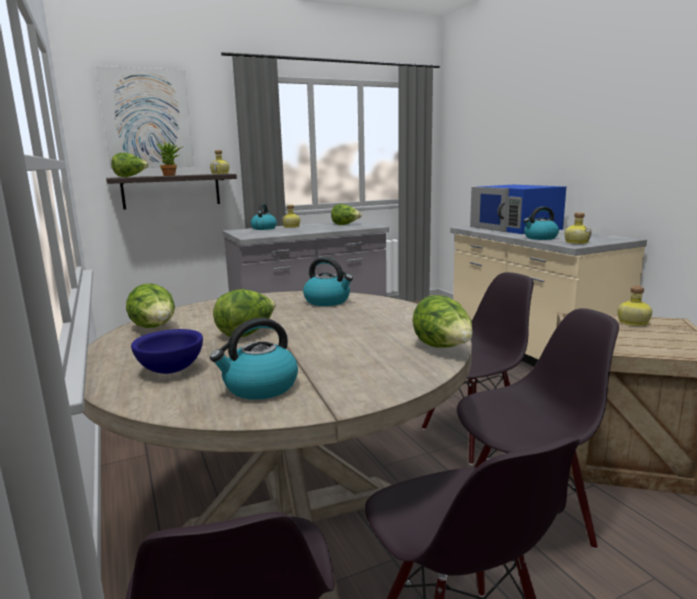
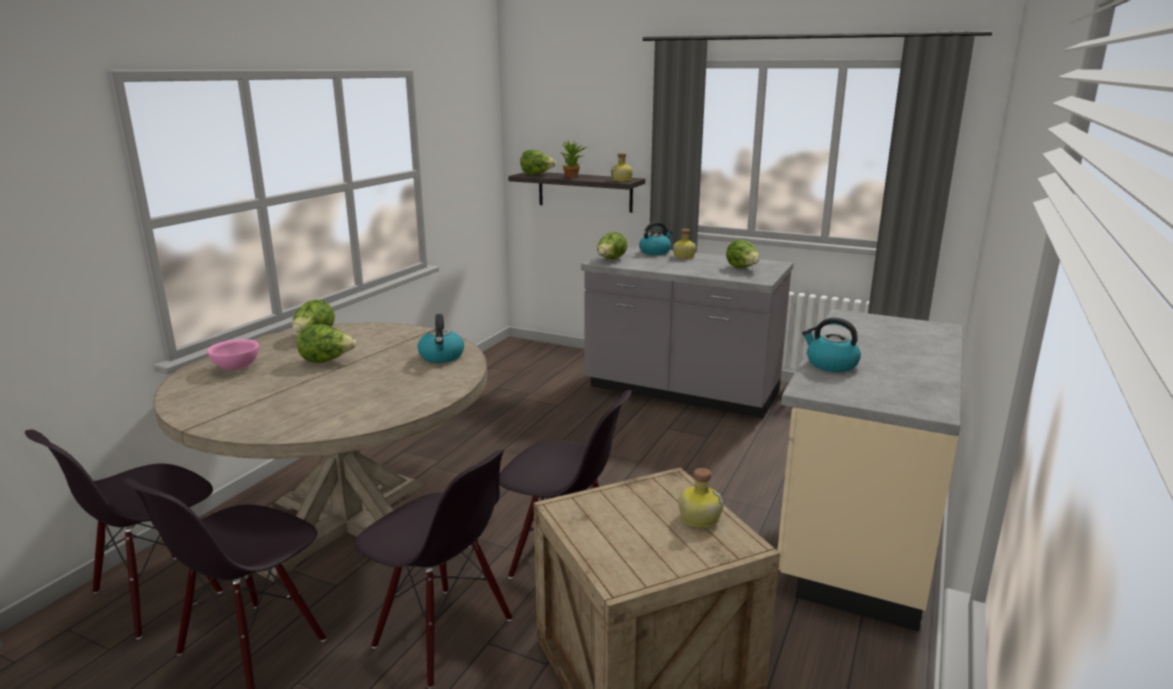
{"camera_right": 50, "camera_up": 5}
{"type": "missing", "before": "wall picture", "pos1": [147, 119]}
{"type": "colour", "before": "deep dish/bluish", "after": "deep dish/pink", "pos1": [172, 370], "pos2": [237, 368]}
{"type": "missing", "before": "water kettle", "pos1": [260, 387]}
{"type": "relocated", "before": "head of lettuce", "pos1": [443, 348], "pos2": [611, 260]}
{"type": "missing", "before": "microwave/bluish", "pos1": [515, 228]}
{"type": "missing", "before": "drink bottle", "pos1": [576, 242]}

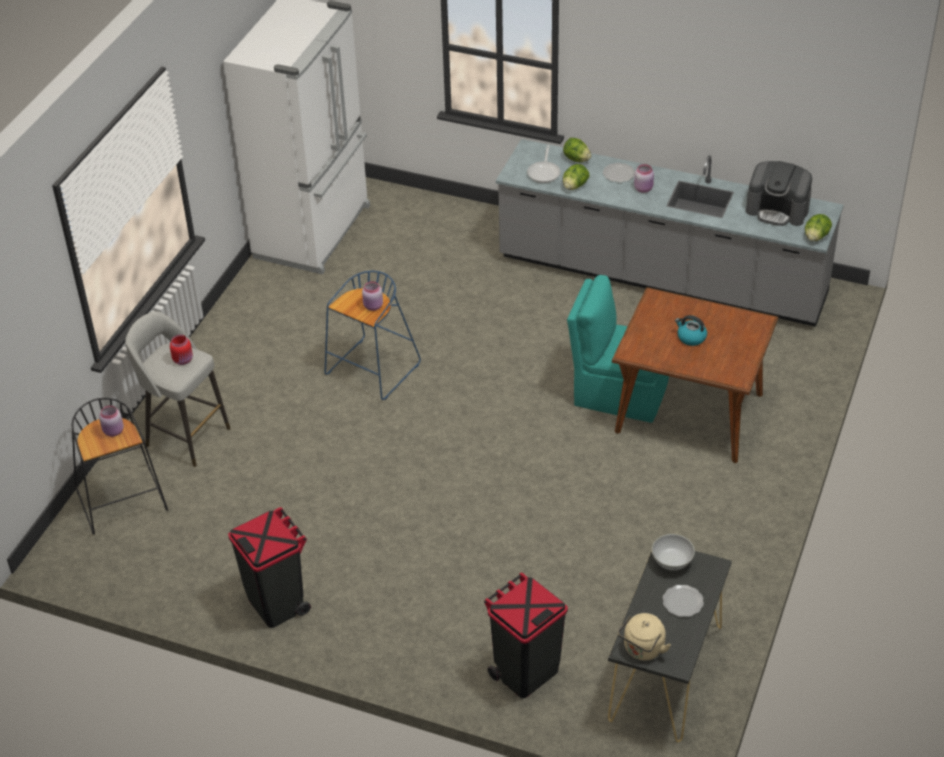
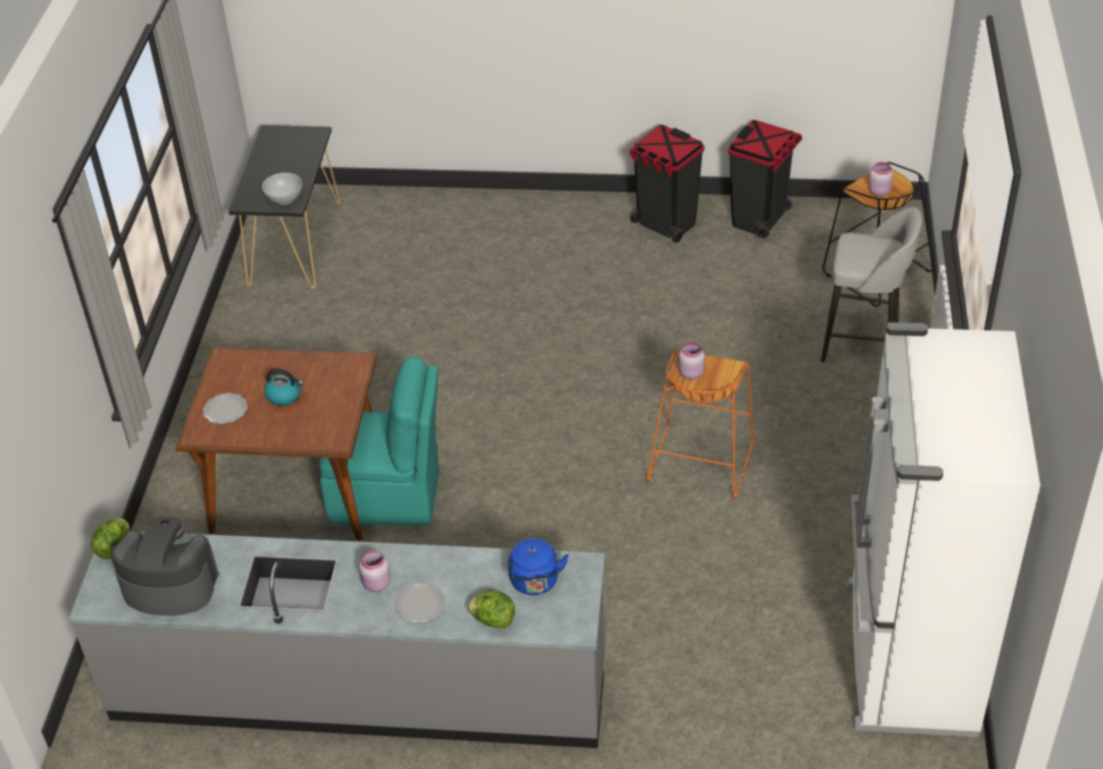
{"camera_right": 165, "camera_up": 0}
{"type": "missing", "before": "jar/reddish", "pos1": [183, 360]}
{"type": "colour", "before": "stool/bluish", "after": "stool/orangey", "pos1": [372, 371], "pos2": [699, 461]}
{"type": "relocated", "before": "waste bin/black", "pos1": [525, 672], "pos2": [759, 219]}
{"type": "exchanged", "before": "frying pan", "after": "water kettle/bluish", "pos1": [544, 172], "pos2": [535, 583]}
{"type": "missing", "before": "head of lettuce", "pos1": [574, 186]}
{"type": "missing", "before": "water kettle/beige", "pos1": [642, 650]}
{"type": "relocated", "before": "plate", "pos1": [683, 602], "pos2": [225, 410]}

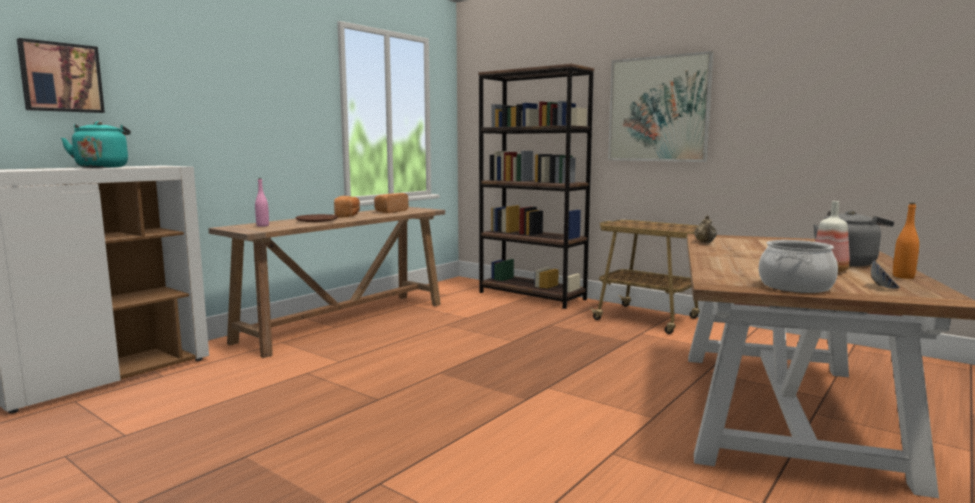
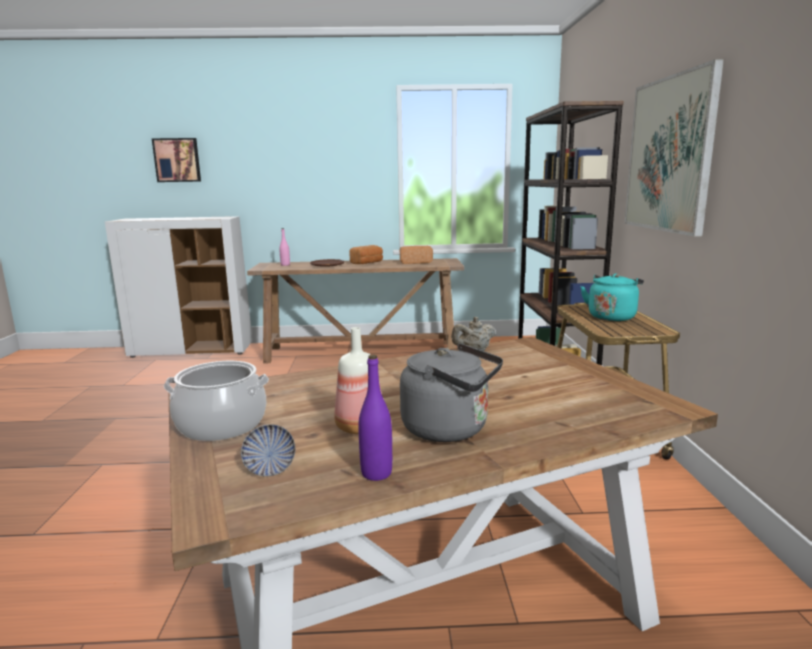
{"camera_right": 50, "camera_up": 5}
{"type": "relocated", "before": "water kettle/turquoise", "pos1": [102, 167], "pos2": [611, 317]}
{"type": "colour", "before": "drink bottle/orangey", "after": "drink bottle/purple-coloured", "pos1": [903, 277], "pos2": [376, 473]}

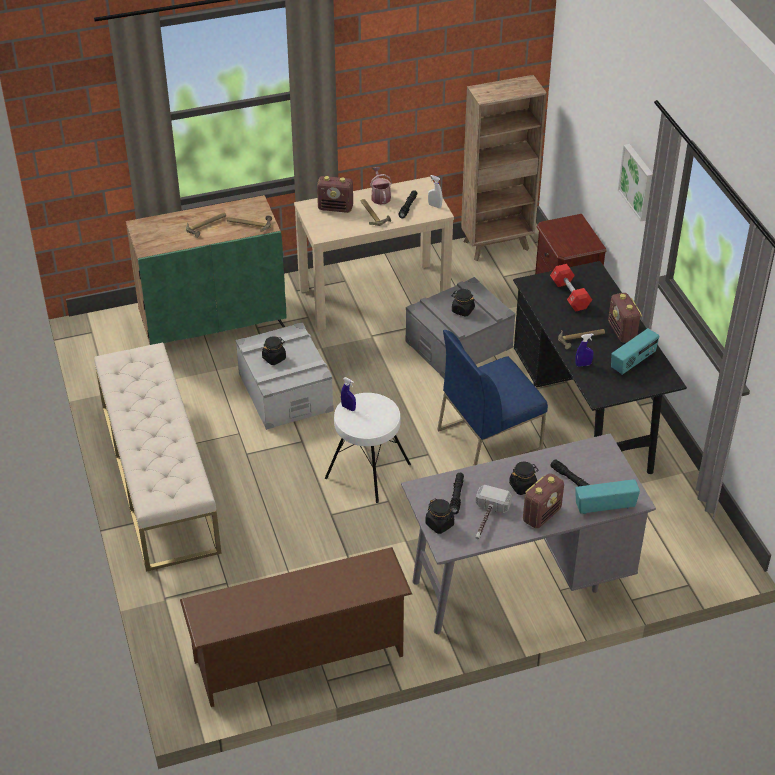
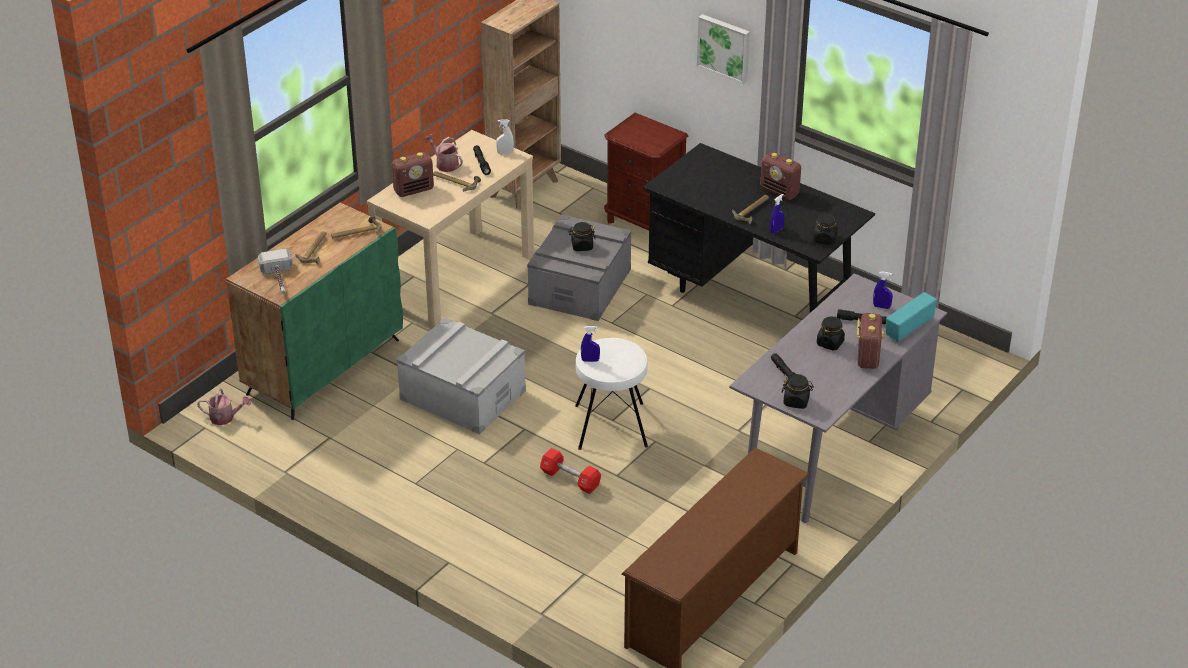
{"camera_right": -35, "camera_up": -5}
{"type": "missing", "before": "indoor bench/beige", "pos1": [159, 477]}
{"type": "relocated", "before": "jar/black", "pos1": [274, 358], "pos2": [825, 239]}
{"type": "missing", "before": "chair/bluish", "pos1": [489, 439]}
{"type": "relocated", "before": "tool hammer", "pos1": [486, 520], "pos2": [279, 280]}
{"type": "relocated", "before": "free weight/reddish", "pos1": [570, 295], "pos2": [570, 479]}
{"type": "missing", "before": "radio set", "pos1": [633, 362]}
{"type": "appeared", "after": "sprinkling can", "pos2": [225, 418]}
{"type": "appeared", "after": "hand sprayer/bluish", "pos2": [881, 307]}

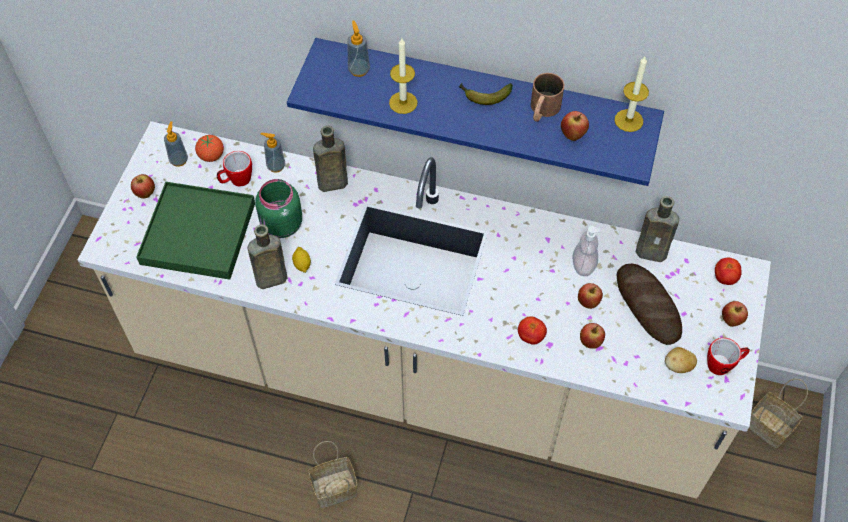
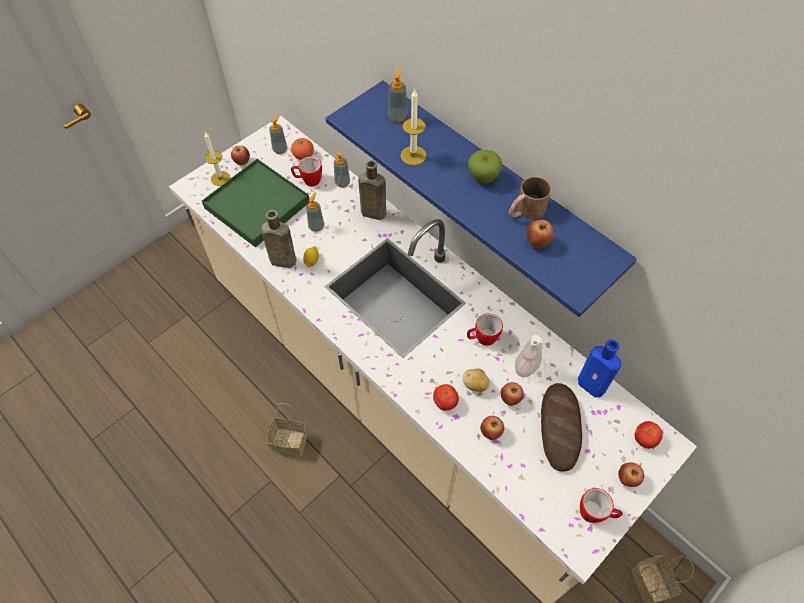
{"camera_right": 30, "camera_up": 0}
{"type": "exchanged", "before": "jar/green", "after": "soap dispenser", "pos1": [281, 226], "pos2": [316, 226]}
{"type": "exchanged", "before": "banana fruit", "after": "apple fruit", "pos1": [484, 96], "pos2": [483, 178]}
{"type": "relocated", "before": "wax candle", "pos1": [628, 120], "pos2": [220, 178]}
{"type": "colour", "before": "drink bottle/brown-coloured", "after": "drink bottle/bluish", "pos1": [653, 253], "pos2": [593, 386]}
{"type": "relocated", "before": "potato", "pos1": [678, 366], "pos2": [475, 385]}
{"type": "appeared", "after": "tea mug", "pos2": [482, 338]}

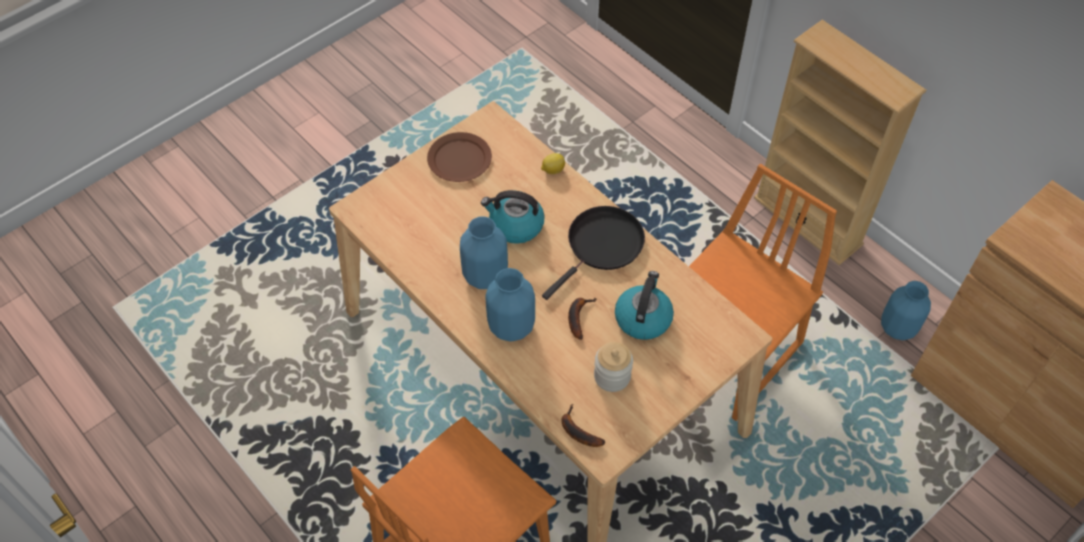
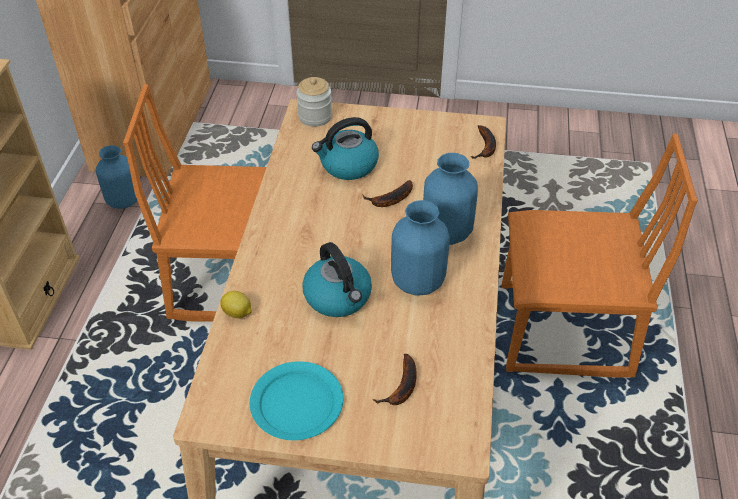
{"camera_right": -130, "camera_up": -10}
{"type": "colour", "before": "plate/brown-coloured", "after": "plate/turquoise", "pos1": [460, 159], "pos2": [296, 403]}
{"type": "missing", "before": "frying pan/black", "pos1": [602, 246]}
{"type": "relocated", "before": "jar", "pos1": [612, 376], "pos2": [315, 117]}
{"type": "appeared", "after": "banana fruit", "pos2": [401, 388]}

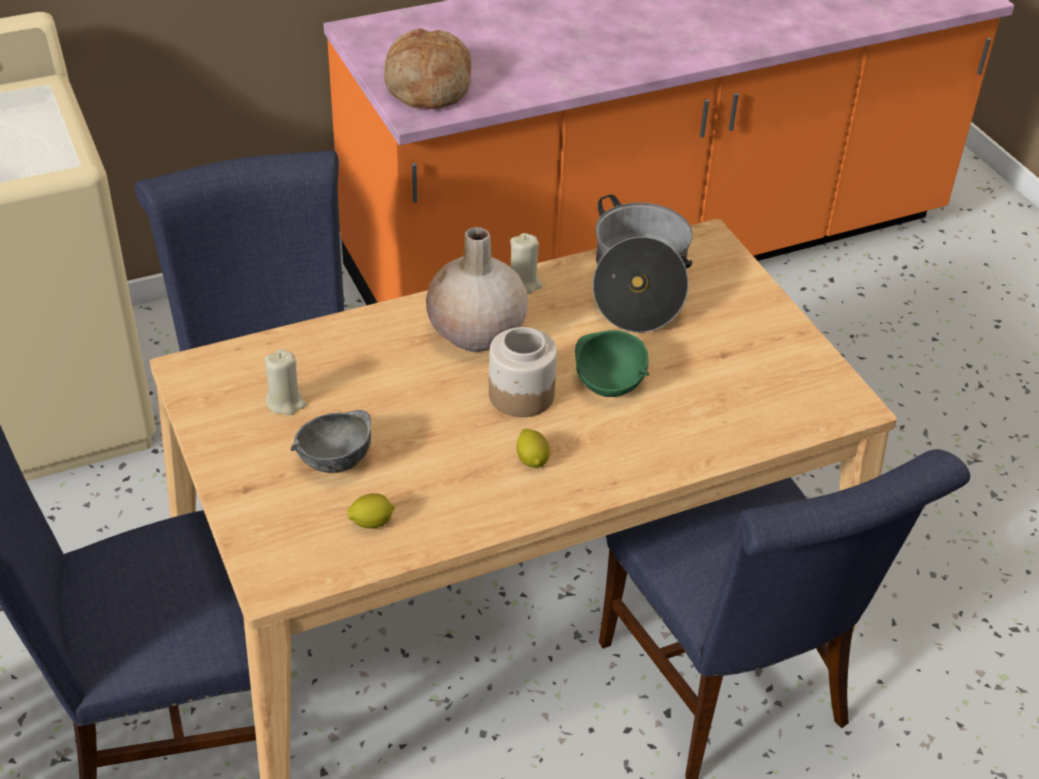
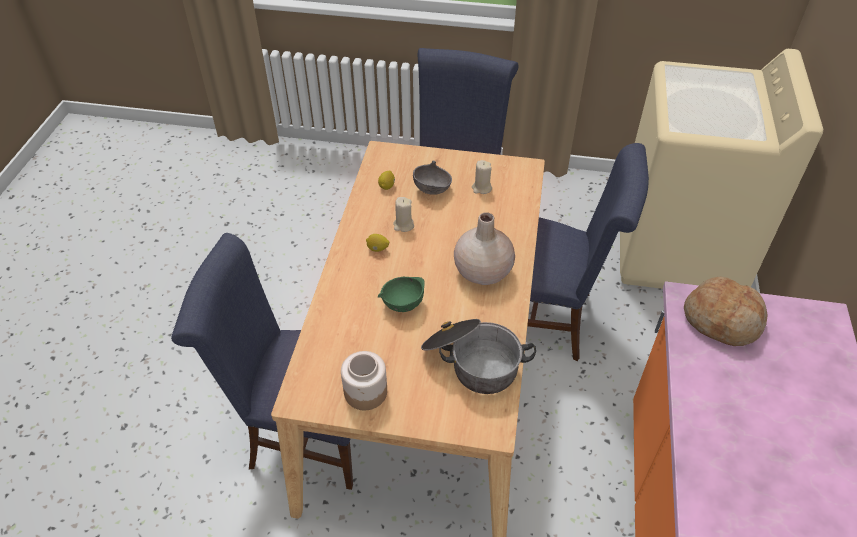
{"camera_right": 125, "camera_up": 5}
{"type": "relocated", "before": "jar", "pos1": [520, 395], "pos2": [366, 391]}
{"type": "relocated", "before": "wax candle/beige", "pos1": [524, 283], "pos2": [403, 225]}

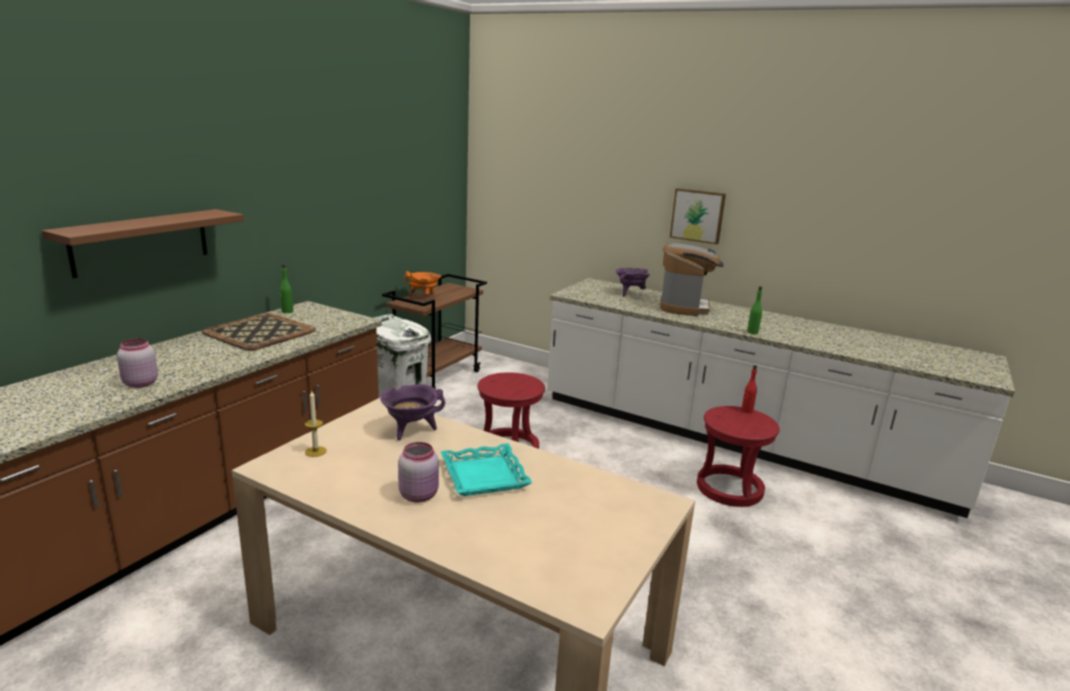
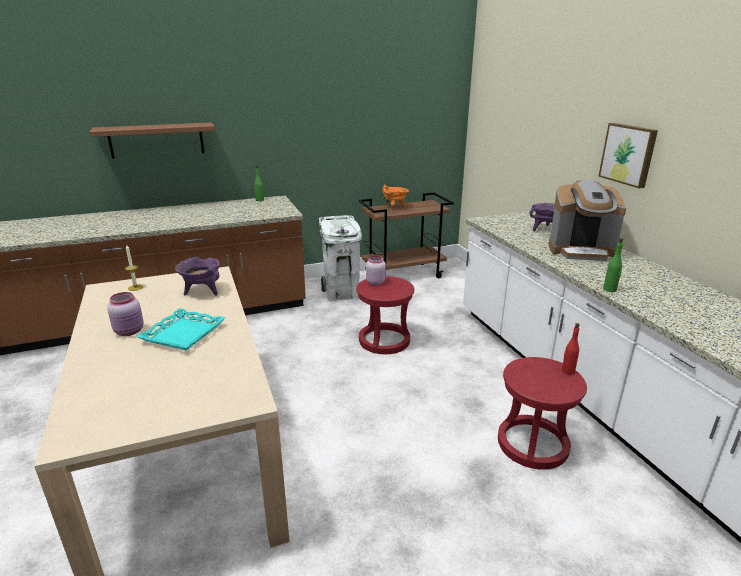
{"camera_right": 40, "camera_up": 5}
{"type": "relocated", "before": "jar/pink", "pos1": [139, 383], "pos2": [375, 282]}
{"type": "missing", "before": "carrying tray", "pos1": [258, 332]}
{"type": "spun", "before": "coffee maker", "pos1": [684, 307], "pos2": [580, 251], "turn": 45}

